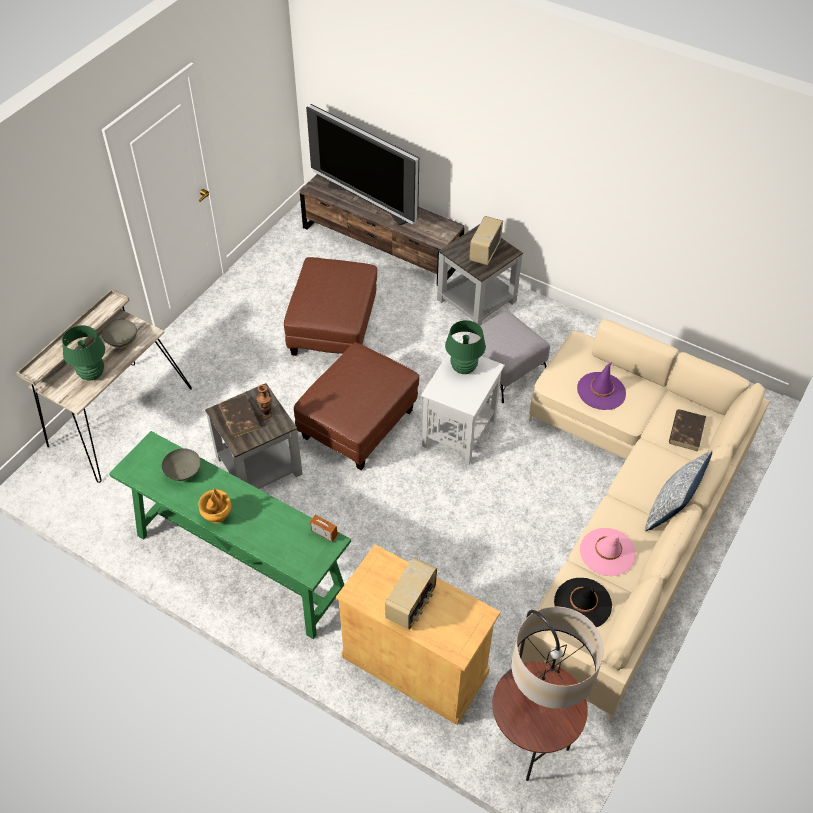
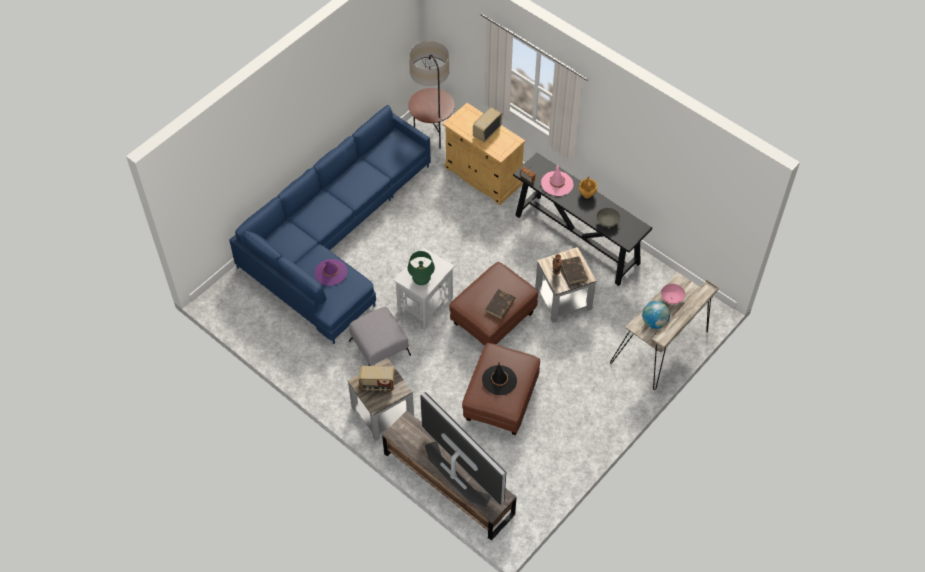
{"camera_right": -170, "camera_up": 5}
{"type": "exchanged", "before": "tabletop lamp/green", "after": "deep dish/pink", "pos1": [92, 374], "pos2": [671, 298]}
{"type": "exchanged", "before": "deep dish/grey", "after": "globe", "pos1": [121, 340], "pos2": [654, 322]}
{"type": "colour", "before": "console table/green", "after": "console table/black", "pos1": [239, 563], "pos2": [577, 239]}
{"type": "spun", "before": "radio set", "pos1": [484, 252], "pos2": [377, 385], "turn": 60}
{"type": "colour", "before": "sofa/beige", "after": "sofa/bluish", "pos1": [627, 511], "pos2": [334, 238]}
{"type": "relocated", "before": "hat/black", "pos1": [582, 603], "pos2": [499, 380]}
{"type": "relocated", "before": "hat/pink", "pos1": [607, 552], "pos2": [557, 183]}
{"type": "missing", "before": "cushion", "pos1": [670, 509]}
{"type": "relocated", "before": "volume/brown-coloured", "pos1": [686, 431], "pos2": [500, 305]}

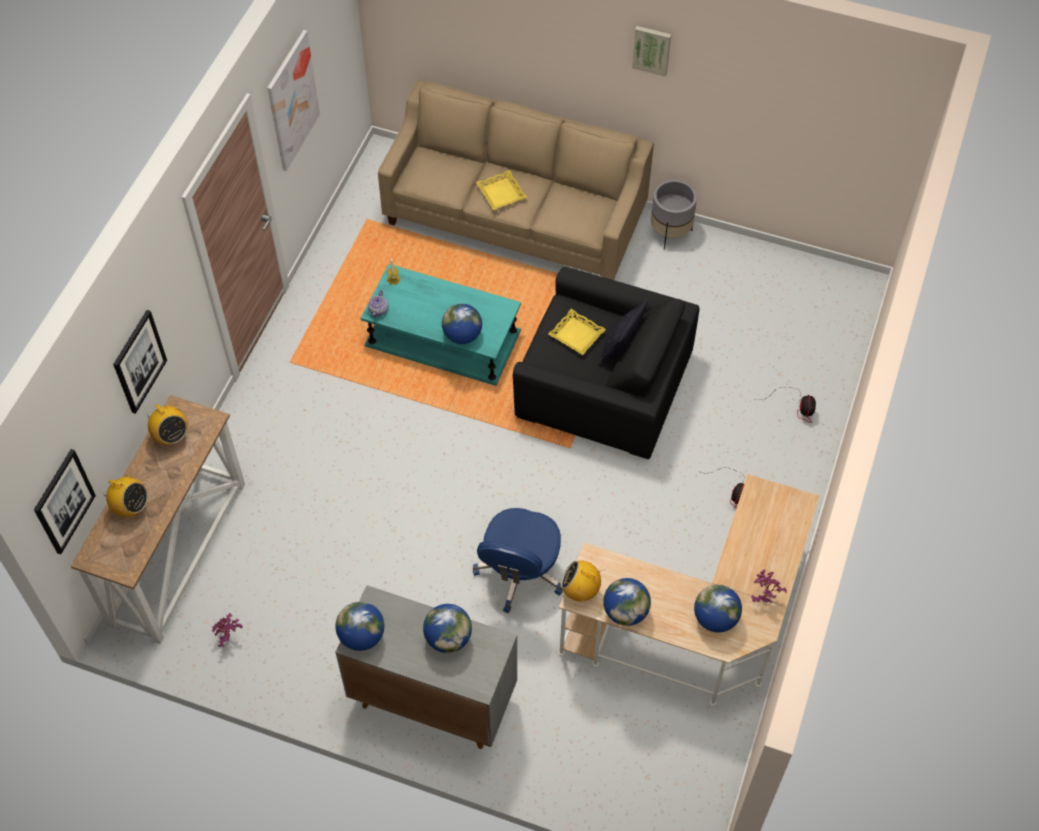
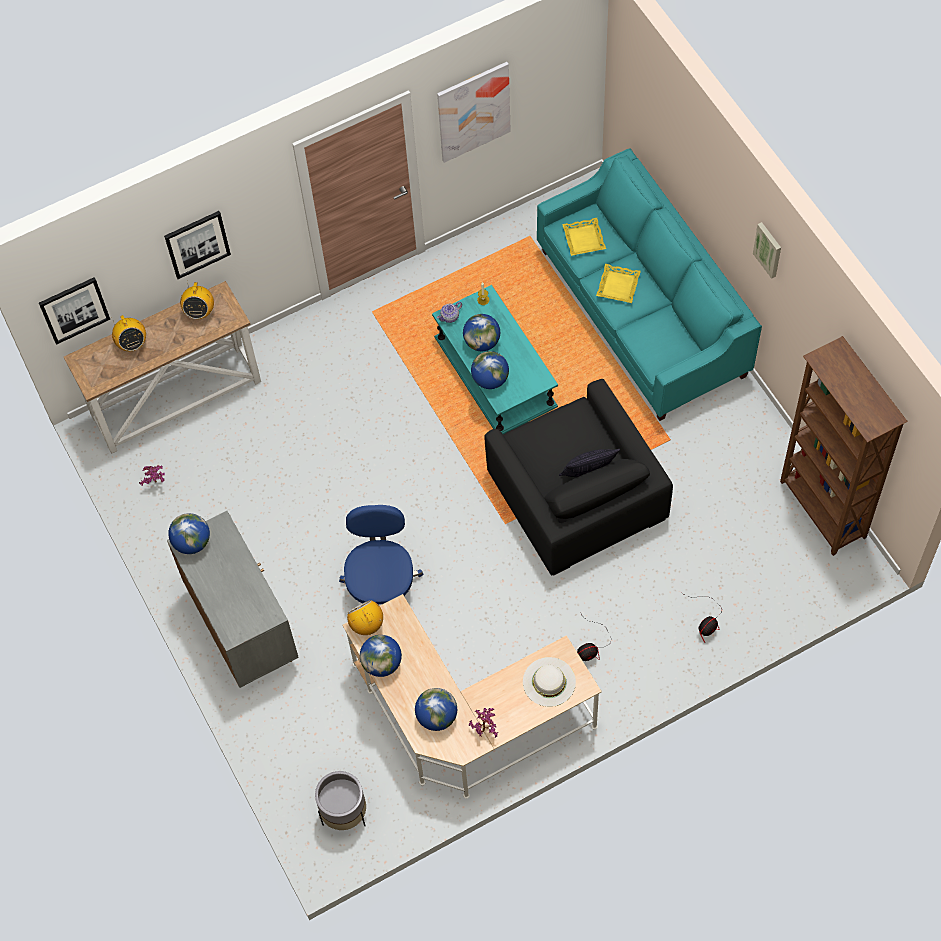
{"camera_right": 45, "camera_up": 5}
{"type": "colour", "before": "sofa/beige", "after": "sofa/turquoise", "pos1": [516, 218], "pos2": [642, 313]}
{"type": "relocated", "before": "globe", "pos1": [448, 638], "pos2": [482, 342]}
{"type": "spun", "before": "office chair/bluish", "pos1": [520, 572], "pos2": [382, 587], "turn": 120}
{"type": "relocated", "before": "carrying tray/yellow-coloured", "pos1": [576, 335], "pos2": [583, 239]}
{"type": "relocated", "before": "flower pot/grey", "pos1": [670, 233], "pos2": [344, 814]}
{"type": "appeared", "after": "hat/white", "pos2": [549, 682]}
{"type": "appeared", "after": "bookcase/brown-coloured", "pos2": [822, 510]}

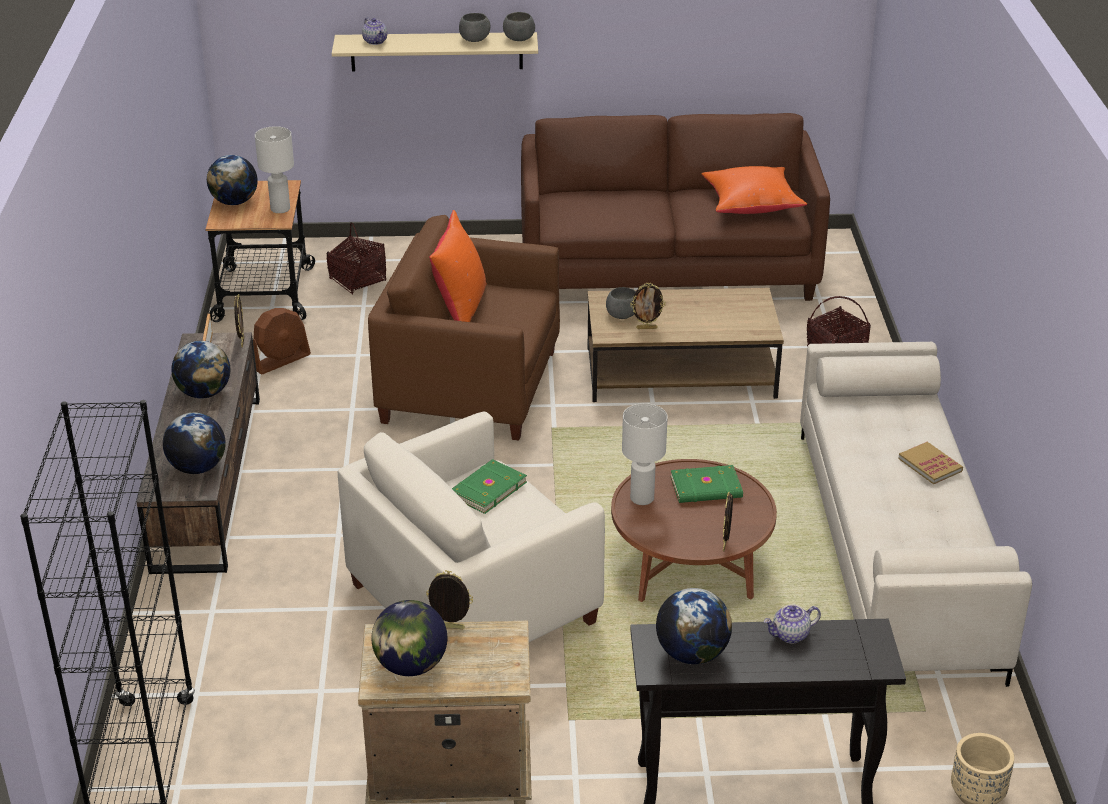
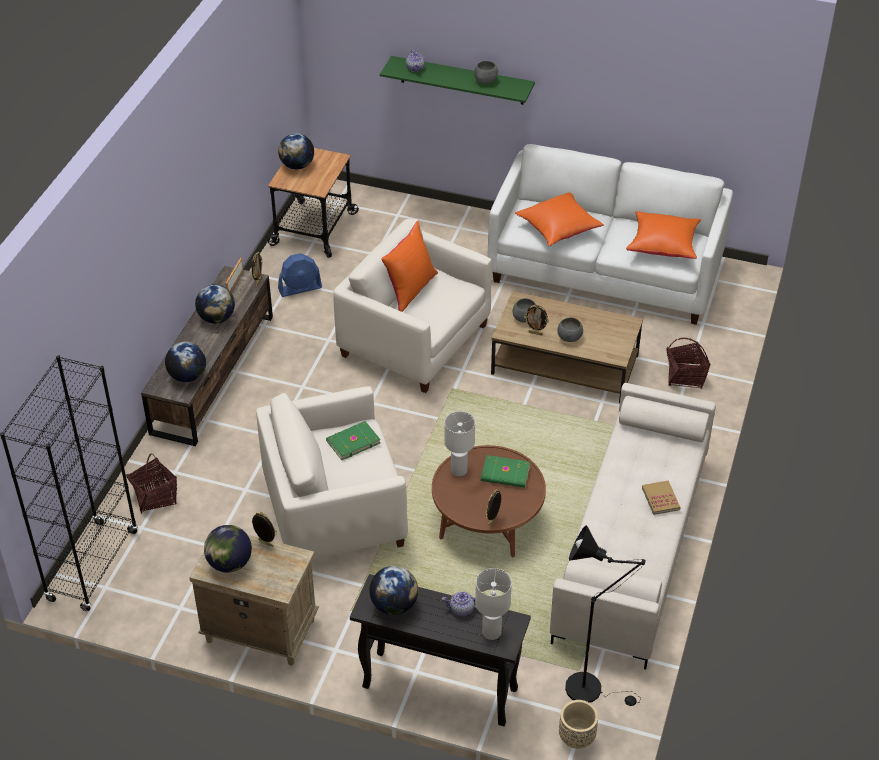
{"camera_right": 20, "camera_up": 10}
{"type": "colour", "before": "electric fan/brown-coloured", "after": "electric fan/bluish", "pos1": [280, 360], "pos2": [300, 288]}
{"type": "relocated", "before": "tabletop lamp/white", "pos1": [280, 209], "pos2": [492, 633]}
{"type": "relocated", "before": "household basket", "pos1": [357, 280], "pos2": [155, 497]}
{"type": "colour", "before": "shelf/beige", "after": "shelf/green", "pos1": [436, 51], "pos2": [462, 80]}
{"type": "colour", "before": "armchair/brown-coloured", "after": "armchair/white", "pos1": [470, 387], "pos2": [414, 341]}
{"type": "relocated", "before": "deep dish/grey", "pos1": [518, 39], "pos2": [569, 337]}
{"type": "colour", "before": "sofa/brown-coloured", "after": "sofa/white", "pos1": [668, 268], "pos2": [606, 271]}
{"type": "appeared", "after": "cushion/orangey", "pos2": [559, 229]}
{"type": "appeared", "after": "standard lamp/black", "pos2": [591, 689]}

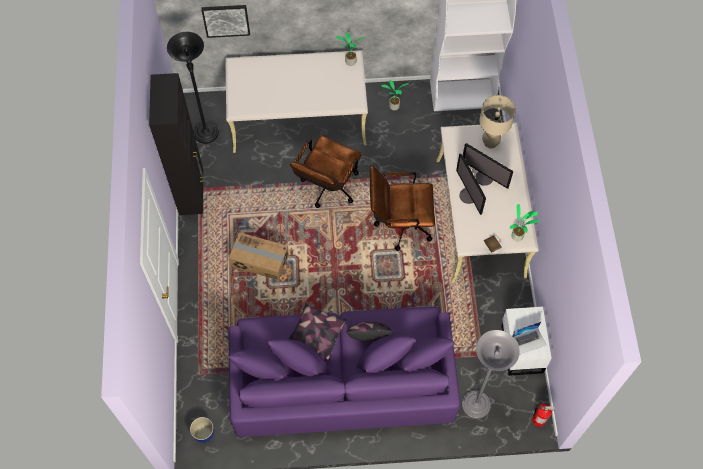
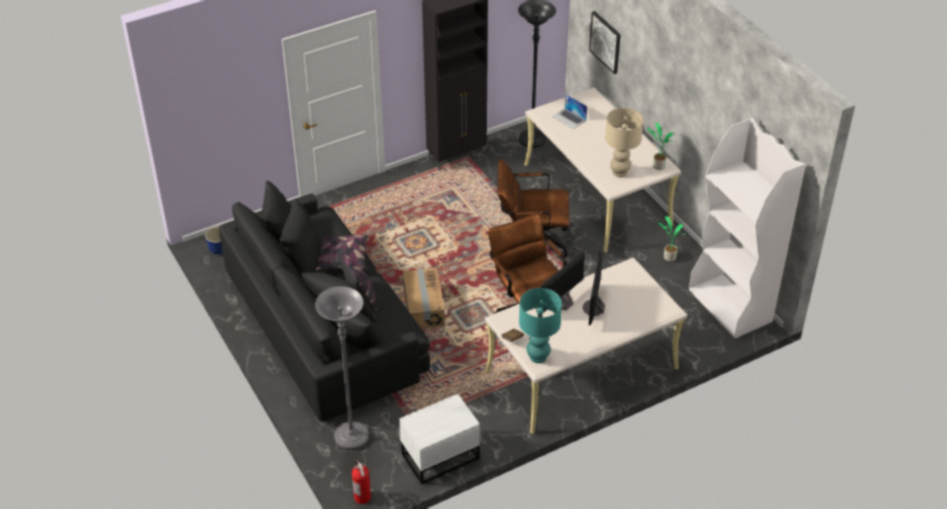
{"camera_right": 65, "camera_up": -20}
{"type": "colour", "before": "sofa/purple-coloured", "after": "sofa/black", "pos1": [342, 378], "pos2": [325, 323]}
{"type": "relocated", "before": "cardboard box", "pos1": [260, 261], "pos2": [423, 307]}
{"type": "relocated", "before": "tabletop lamp/beige", "pos1": [490, 143], "pos2": [619, 172]}
{"type": "exchanged", "before": "houseplant", "after": "tabletop lamp/turquoise", "pos1": [518, 236], "pos2": [538, 357]}
{"type": "relocated", "before": "notebook computer", "pos1": [529, 341], "pos2": [569, 118]}

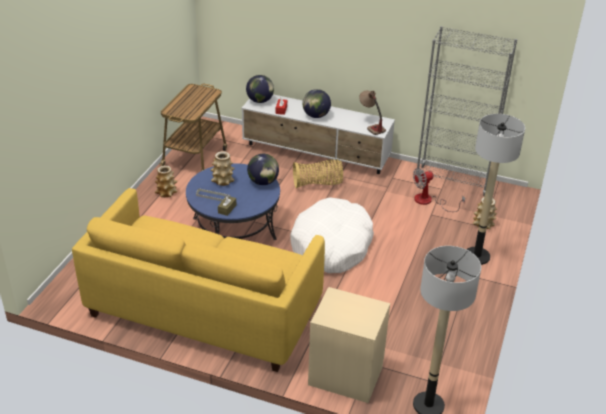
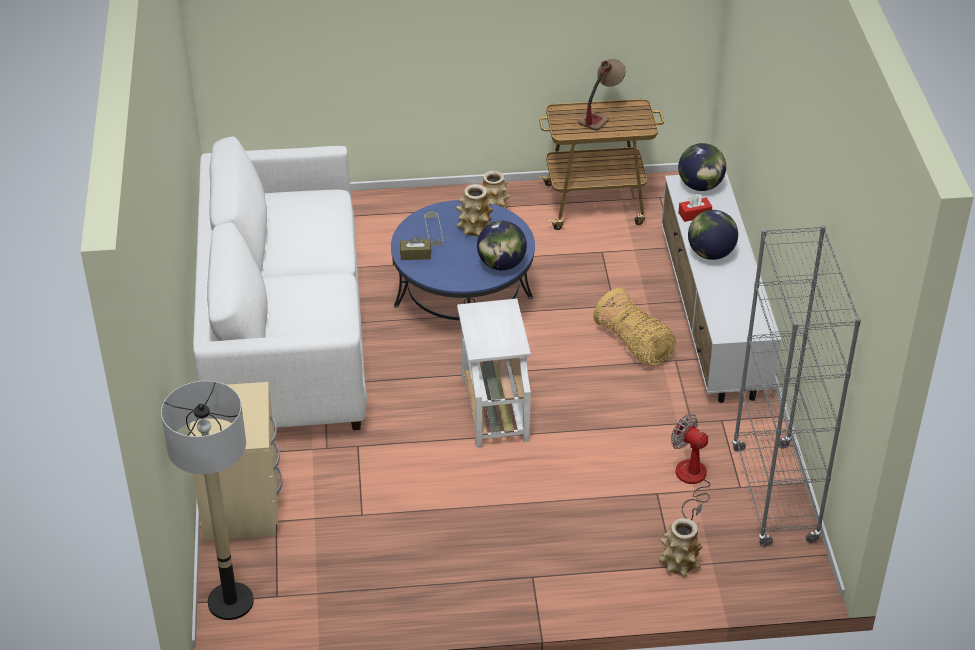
{"camera_right": 65, "camera_up": 5}
{"type": "colour", "before": "sofa/yellow-coloured", "after": "sofa/white", "pos1": [203, 309], "pos2": [285, 336]}
{"type": "exchanged", "before": "dog cushion/white", "after": "side table/white", "pos1": [331, 246], "pos2": [494, 407]}
{"type": "relocated", "before": "tabletop lamp", "pos1": [371, 126], "pos2": [600, 114]}
{"type": "missing", "before": "standard lamp", "pos1": [477, 256]}

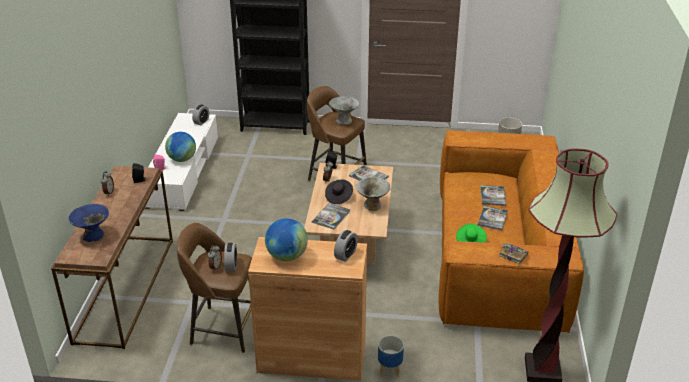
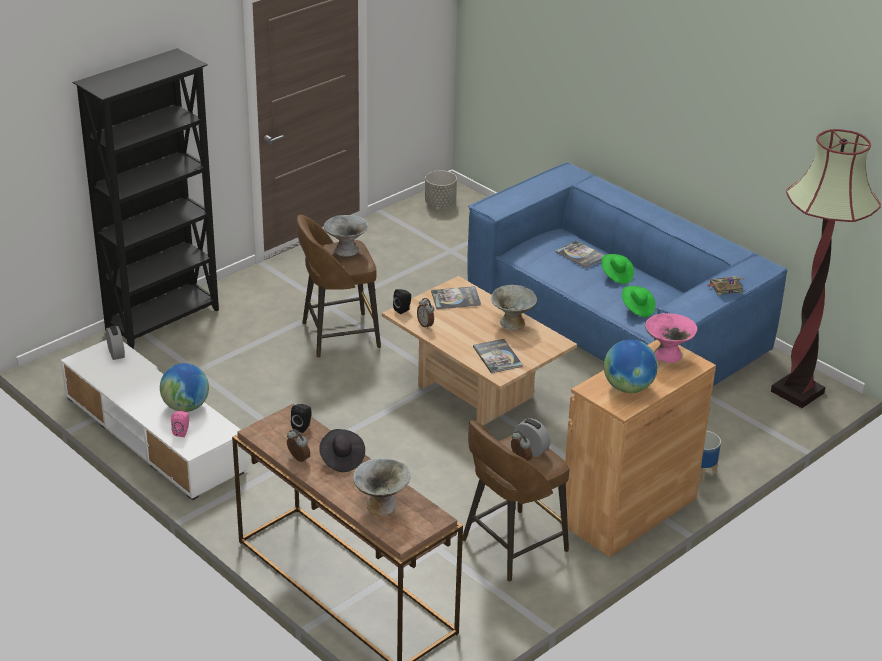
{"camera_right": -50, "camera_up": 0}
{"type": "colour", "before": "deep dish/bluish", "after": "deep dish/grey", "pos1": [93, 236], "pos2": [381, 505]}
{"type": "relocated", "before": "hat/black", "pos1": [338, 197], "pos2": [341, 459]}
{"type": "exchanged", "before": "table clock", "after": "deep dish/pink", "pos1": [345, 255], "pos2": [667, 355]}
{"type": "colour", "before": "sofa/brown-coloured", "after": "sofa/bluish", "pos1": [498, 255], "pos2": [615, 320]}
{"type": "exchanged", "before": "volume", "after": "hat/green", "pos1": [492, 218], "pos2": [616, 276]}

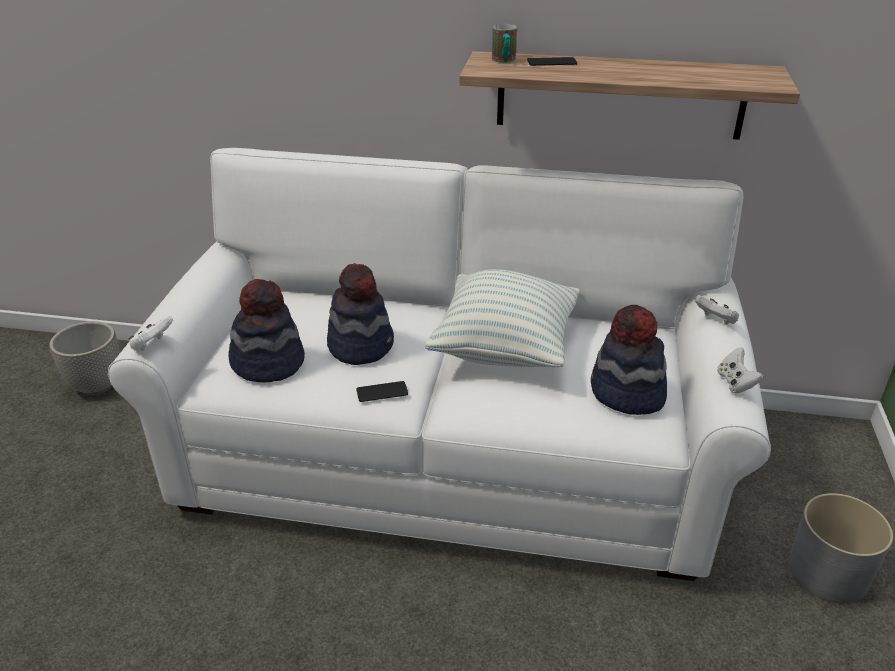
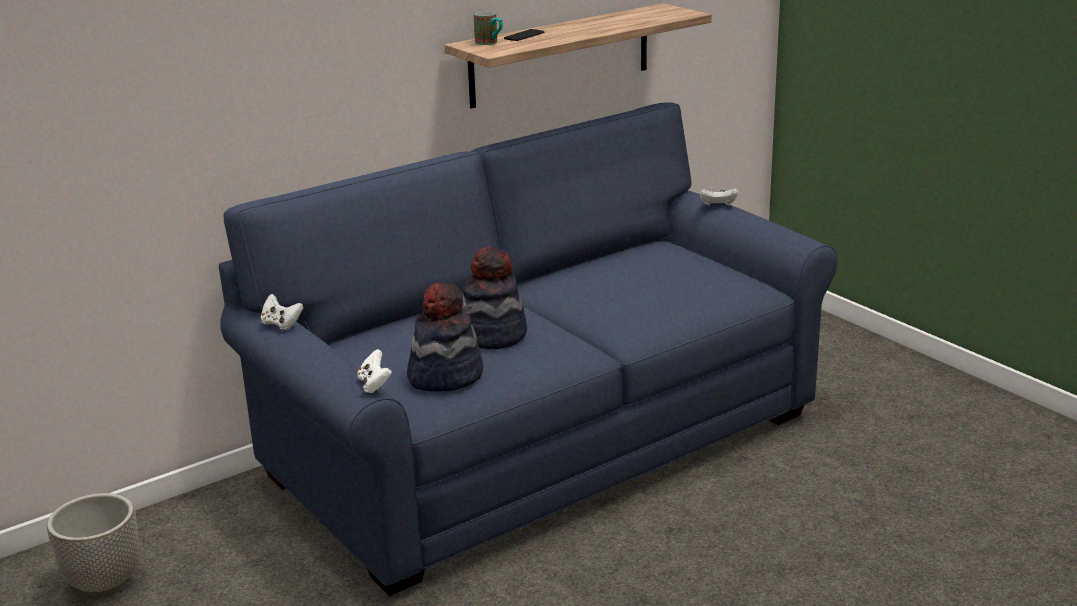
{"camera_right": -45, "camera_up": -10}
{"type": "colour", "before": "sofa/white", "after": "sofa/bluish", "pos1": [448, 459], "pos2": [543, 445]}
{"type": "missing", "before": "phone", "pos1": [382, 392]}
{"type": "missing", "before": "cushion", "pos1": [504, 348]}
{"type": "missing", "before": "hat", "pos1": [626, 393]}
{"type": "relocated", "before": "joypad/white", "pos1": [735, 383], "pos2": [281, 324]}
{"type": "missing", "before": "flower pot/grey", "pos1": [828, 572]}

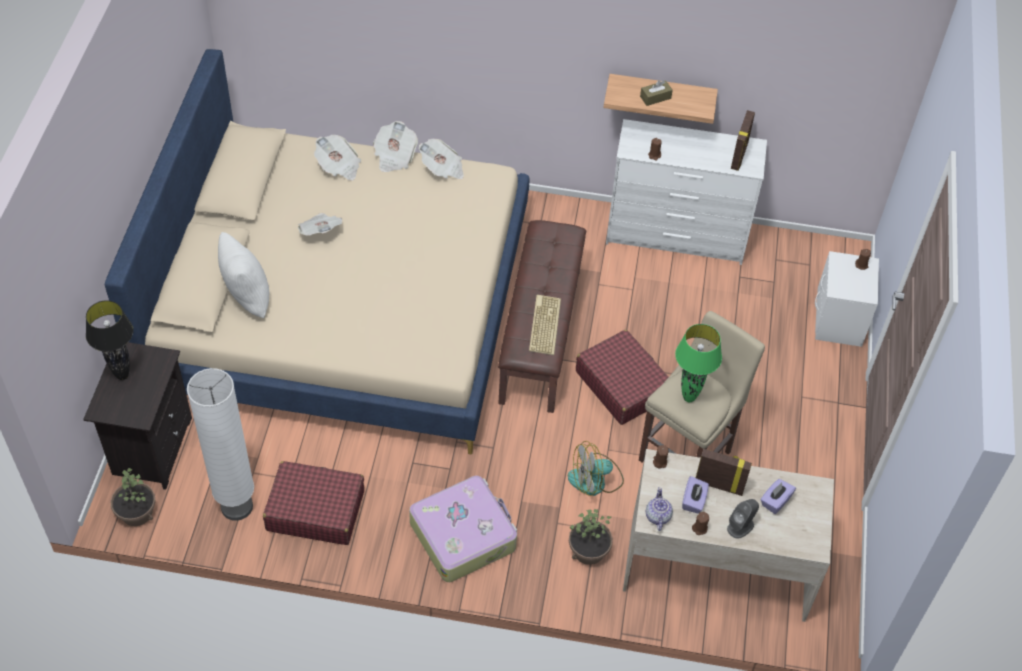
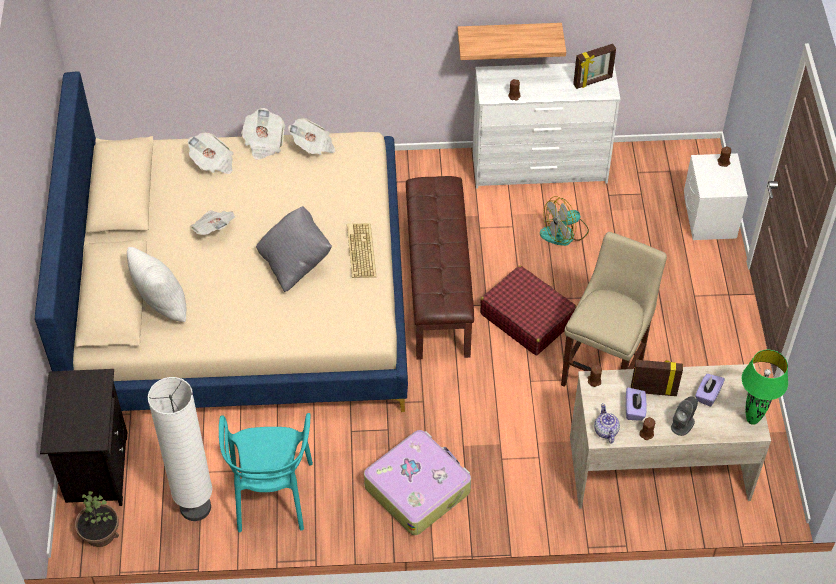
{"camera_right": -10, "camera_up": 0}
{"type": "missing", "before": "tabletop lamp/black", "pos1": [123, 375]}
{"type": "exchanged", "before": "piece of luggage/reddish", "after": "chair/turquoise", "pos1": [315, 510], "pos2": [271, 495]}
{"type": "relocated", "before": "keyboard", "pos1": [543, 325], "pos2": [360, 251]}
{"type": "relocated", "before": "electric fan", "pos1": [595, 480], "pos2": [564, 233]}
{"type": "missing", "before": "houseplant", "pos1": [589, 551]}
{"type": "missing", "before": "tissue holder/brown-coloured", "pos1": [655, 97]}
{"type": "relocated", "before": "tabletop lamp/green", "pos1": [688, 397], "pos2": [752, 420]}
{"type": "spun", "before": "photo frame", "pos1": [739, 156], "pos2": [593, 81], "turn": 60}
{"type": "appeared", "after": "cushion/grey", "pos2": [295, 262]}

